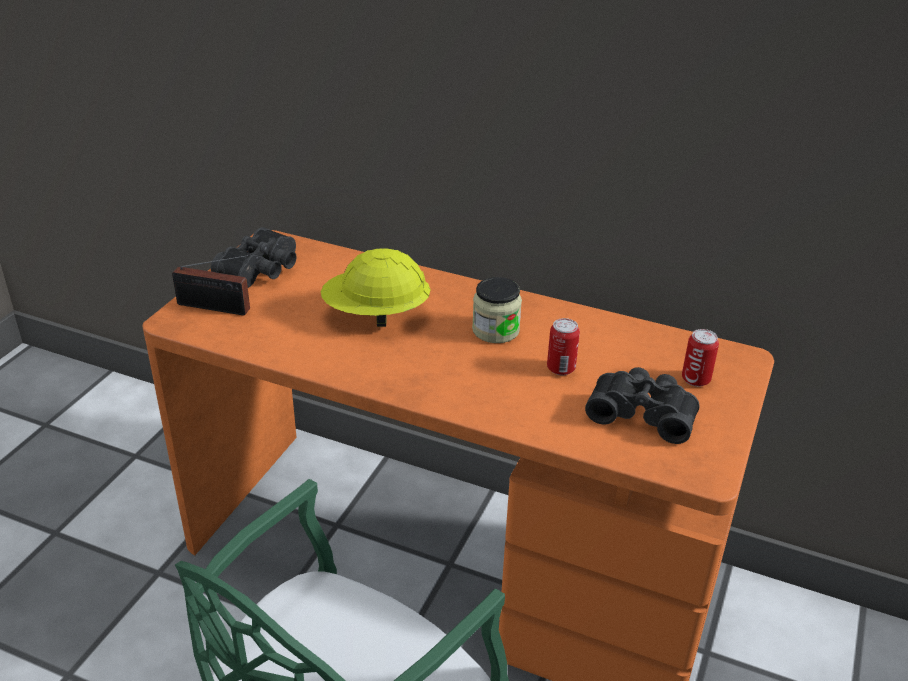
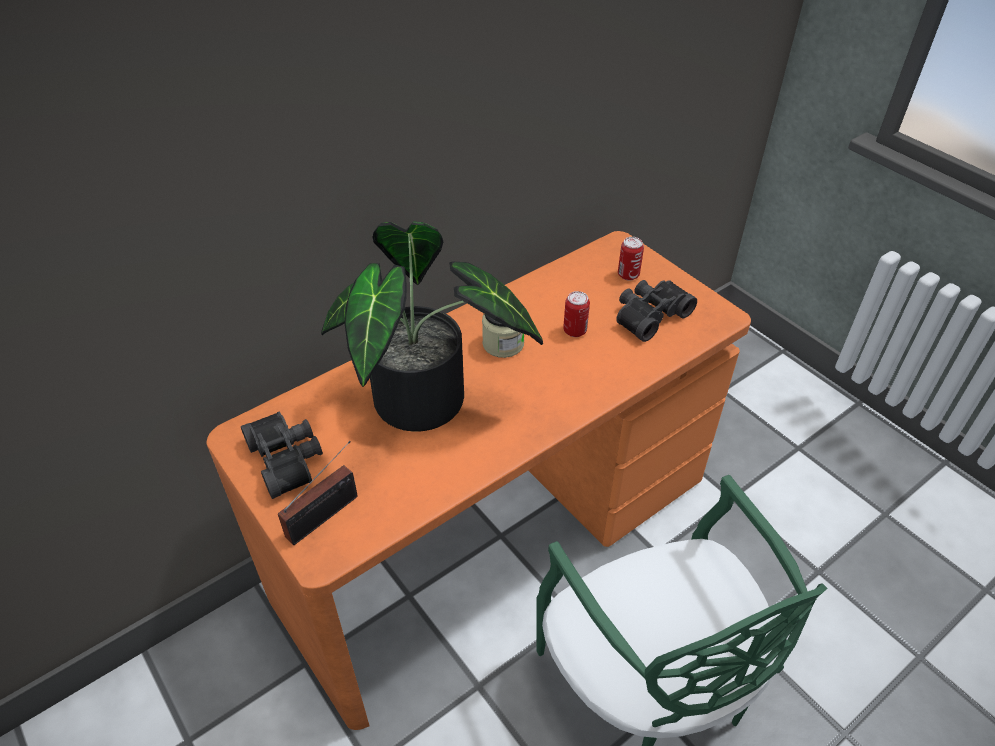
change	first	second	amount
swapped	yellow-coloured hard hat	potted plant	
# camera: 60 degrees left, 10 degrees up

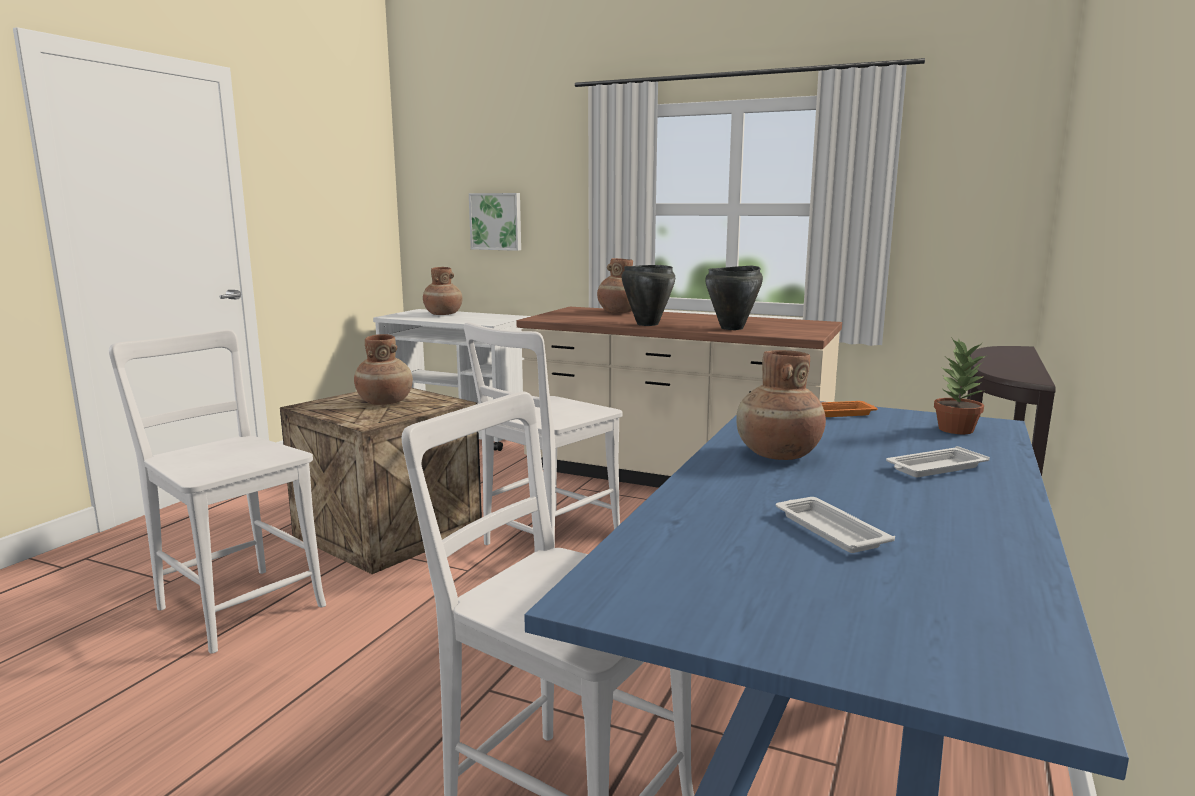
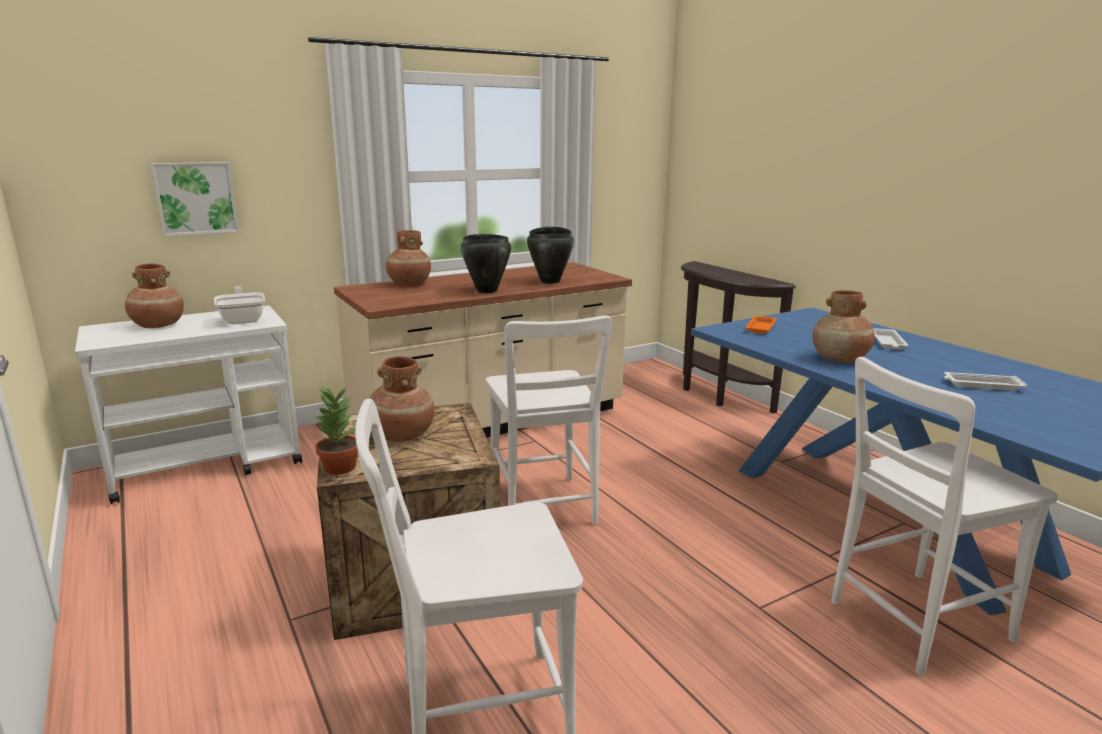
change	first	second	amount
new		skillet	
shifted	potted plant		
# camera: 55 degrees left, 5 degrees up

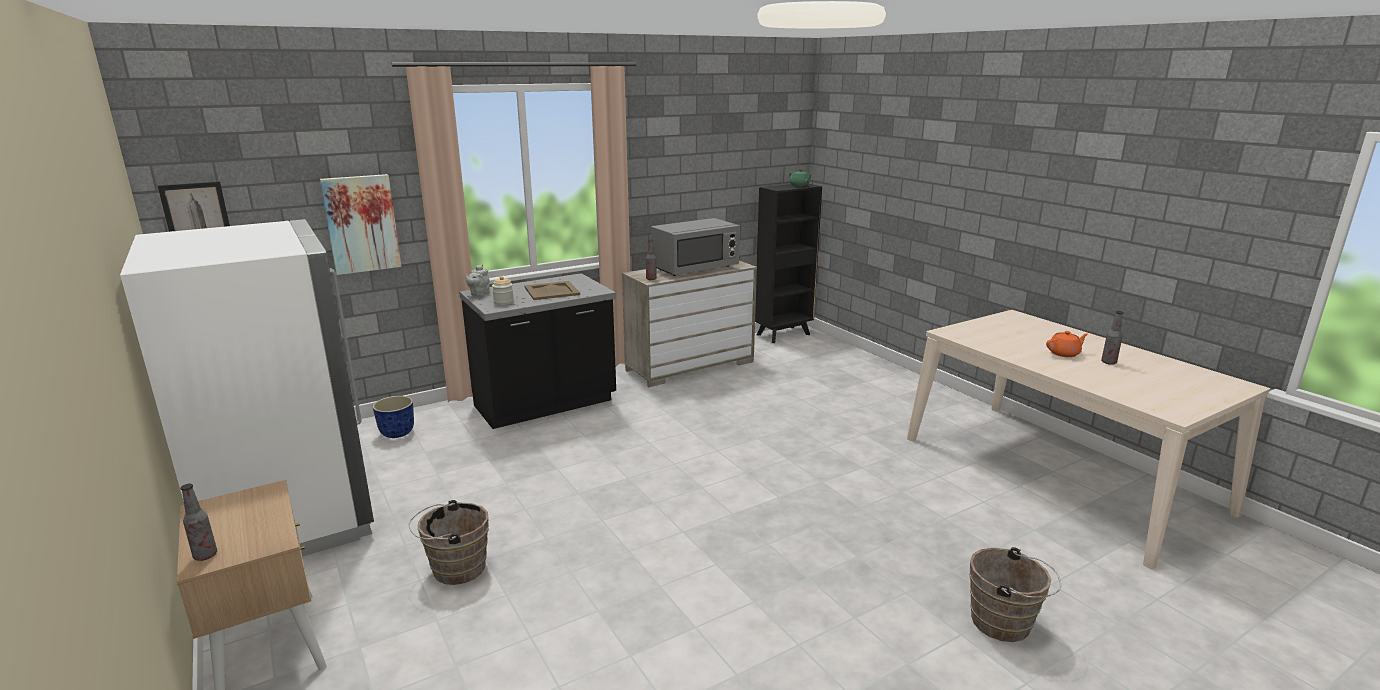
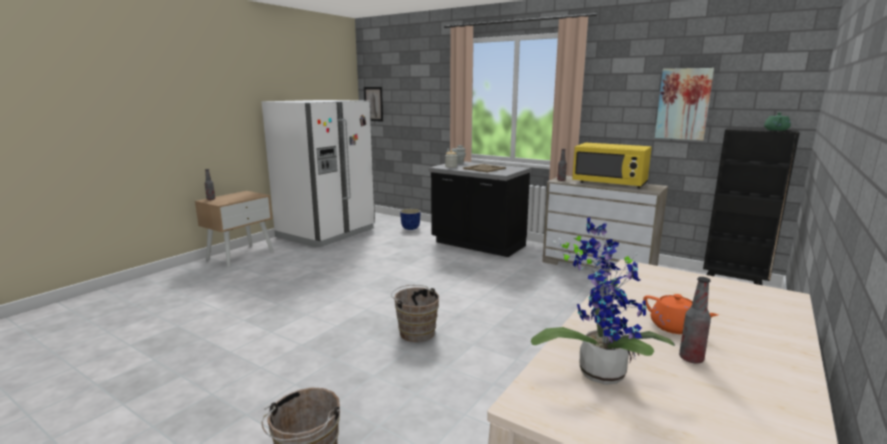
change	first	second	amount
shifted	brown water bucket (no. 1 from left in the first image)	brown water bucket (no. 2 from left)	
new		potted plant	
repainted	greyish microwave	yellow-coloured microwave	
shifted	wall art (no. 2 from left)		
# camera: 65 degrees right, 5 degrees down

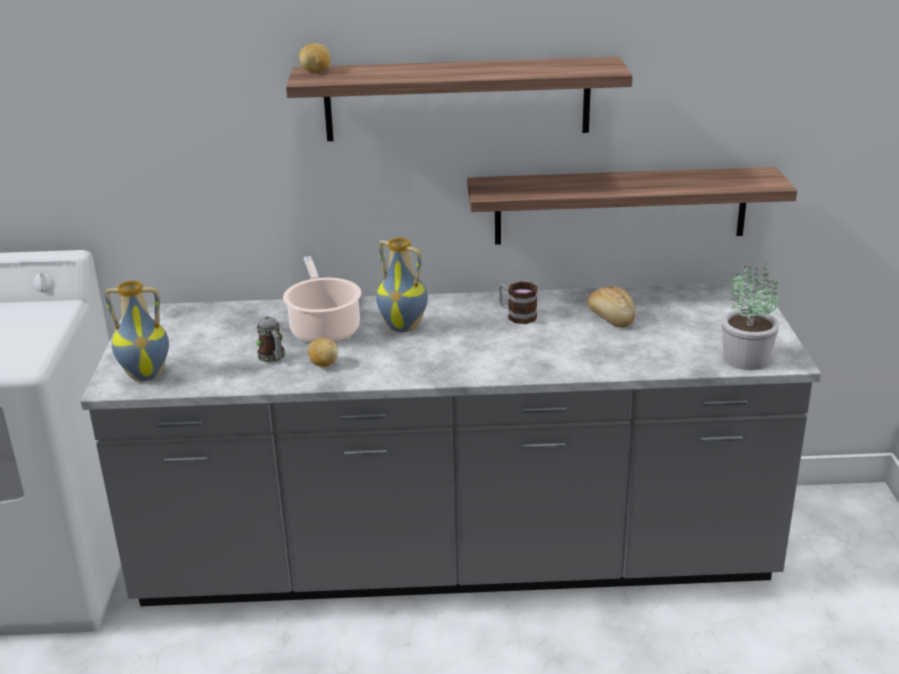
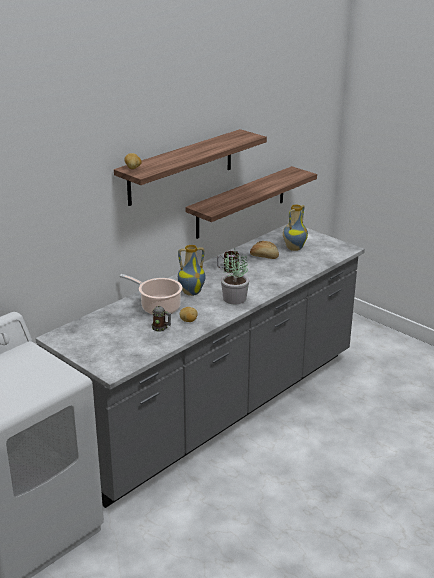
change	first	second	amount
shifted	potted plant		
shifted	flower vase (no. 1 from left in the first image)	flower vase (no. 2 from left)	
# camera: 45 degrees left, 0 degrees up

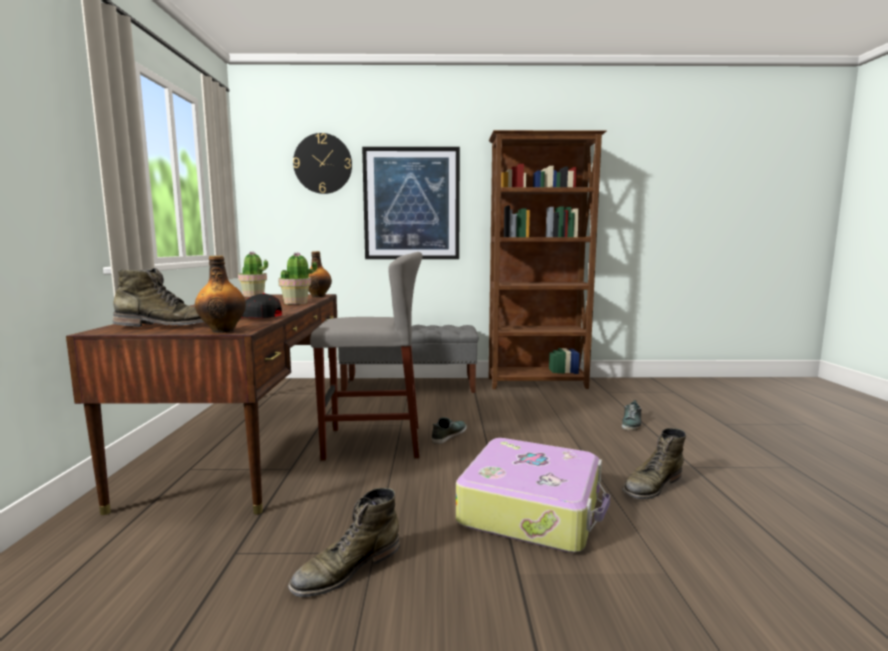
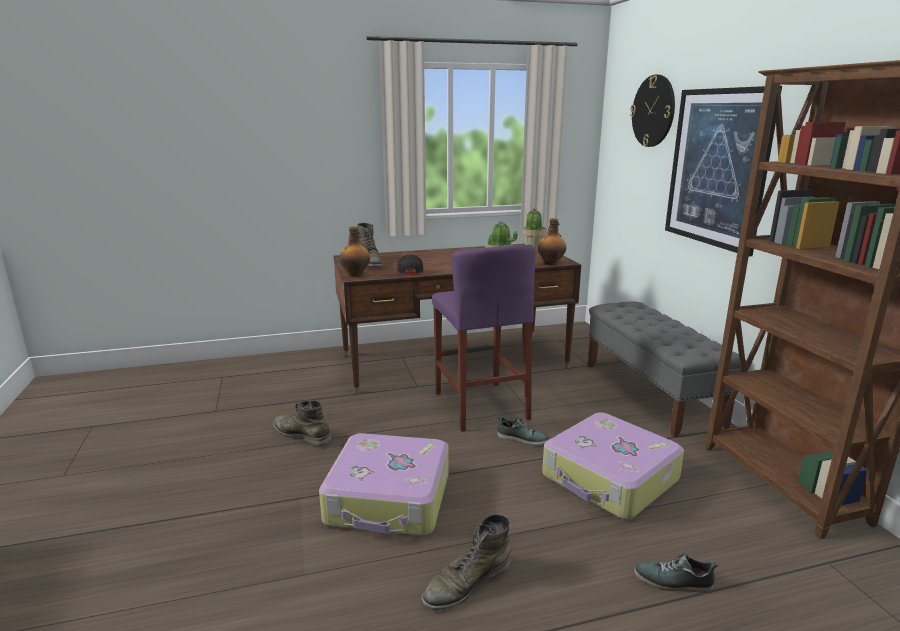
change	first	second	amount
rotated	green-coloured high-top boot (no. 3 from left)		75 degrees counterclockwise
repainted	greyish stool	purplish stool	
new		suitcase (no. 2 from left)	
# camera: 75 degrees right, 10 degrees up

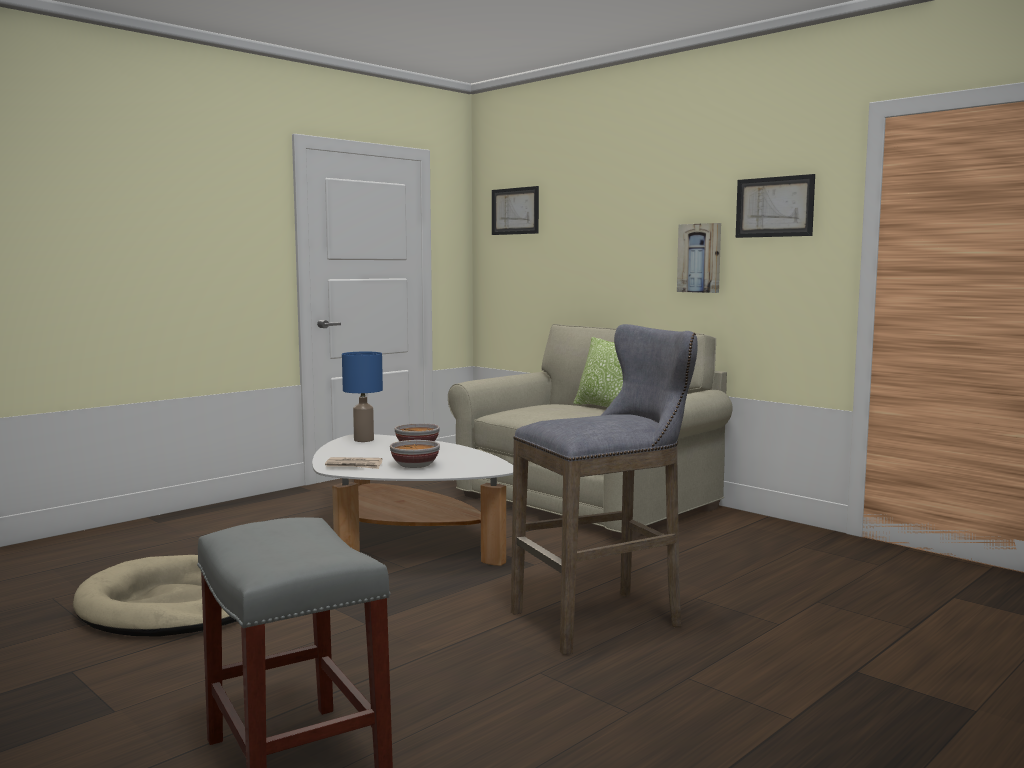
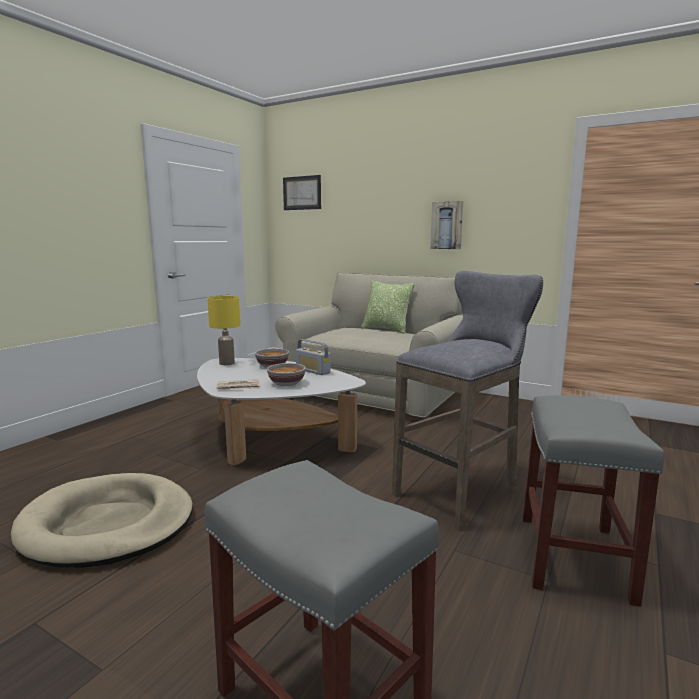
change	first	second	amount
repainted	bluish tabletop lamp	yellow-coloured tabletop lamp	
new		radio set	
new		greyish stool (no. 3 from left)	
gone	wall art (no. 3 from left)		
# camera: 15 degrees left, 5 degrees up

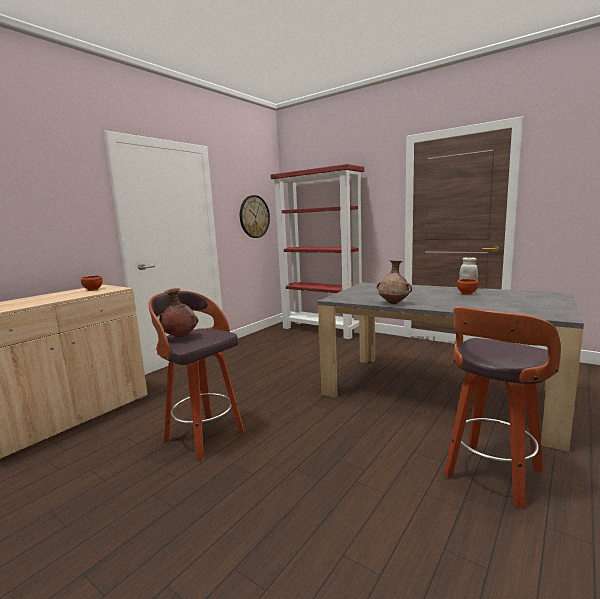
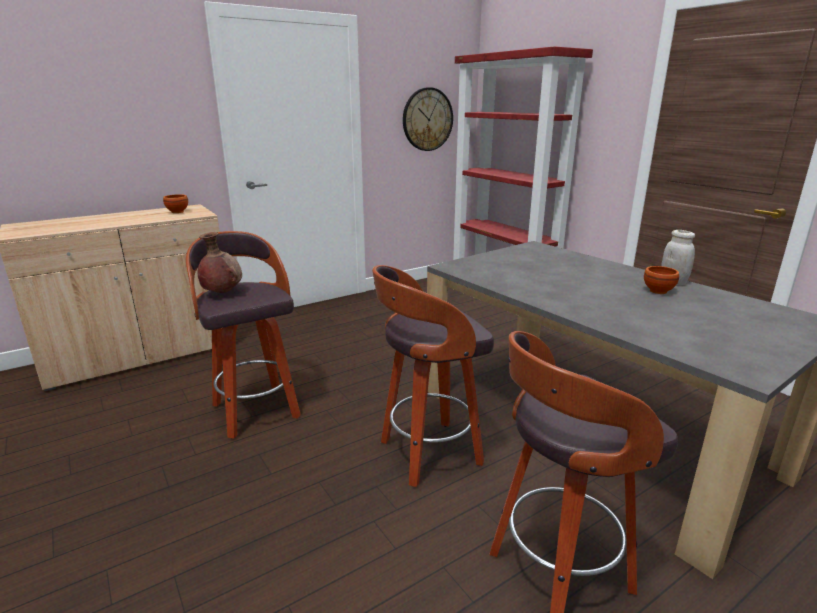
change	first	second	amount
new		stool (no. 2 from left)	
gone	brown flower vase (no. 2 from left)		
# camera: 20 degrees right, 10 degrees up

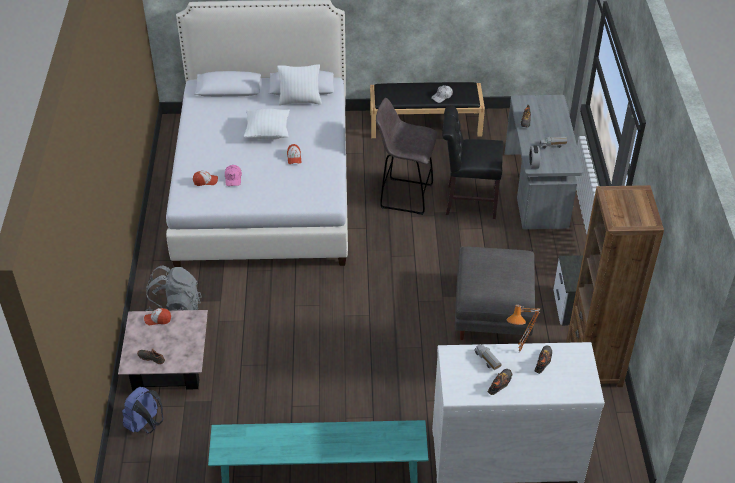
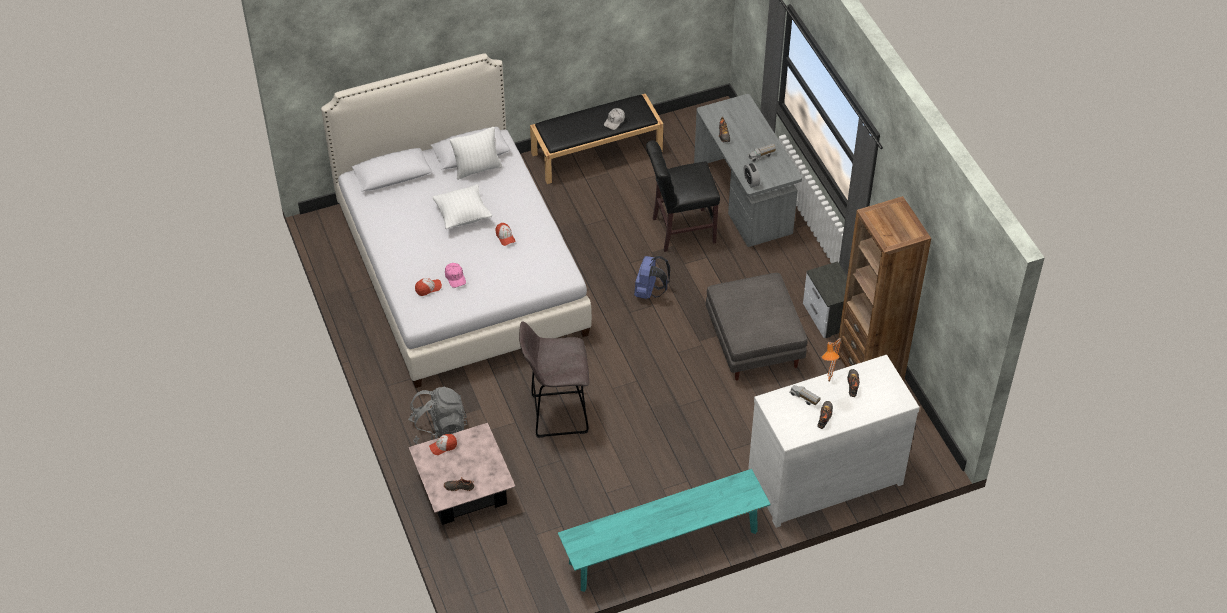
change	first	second	amount
shifted	greyish stool		
shifted	bluish backpack		
# camera: 20 degrees left, 5 degrees up

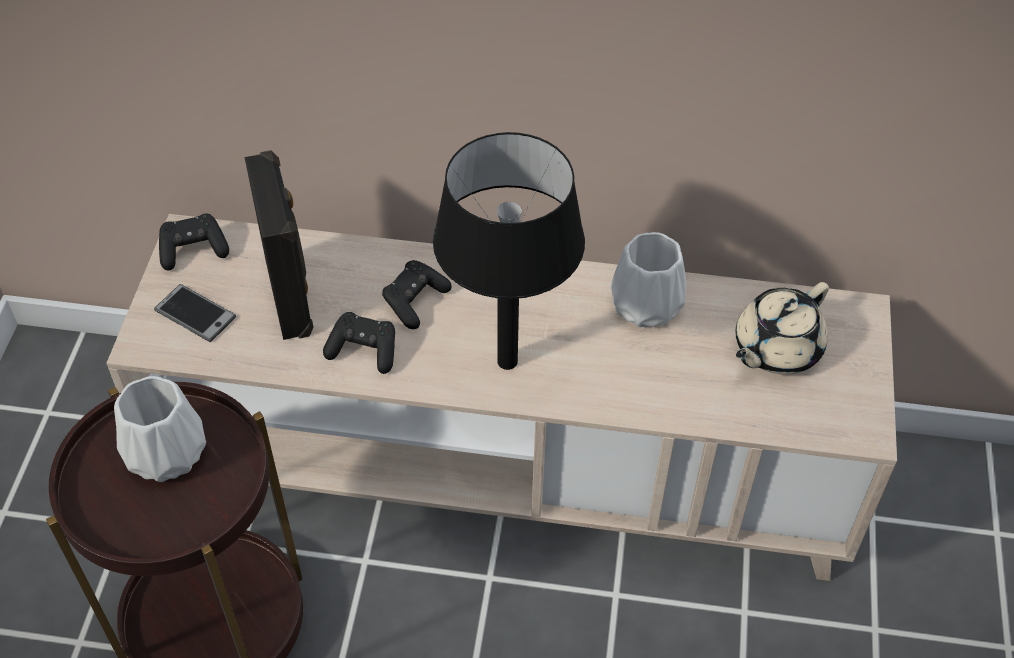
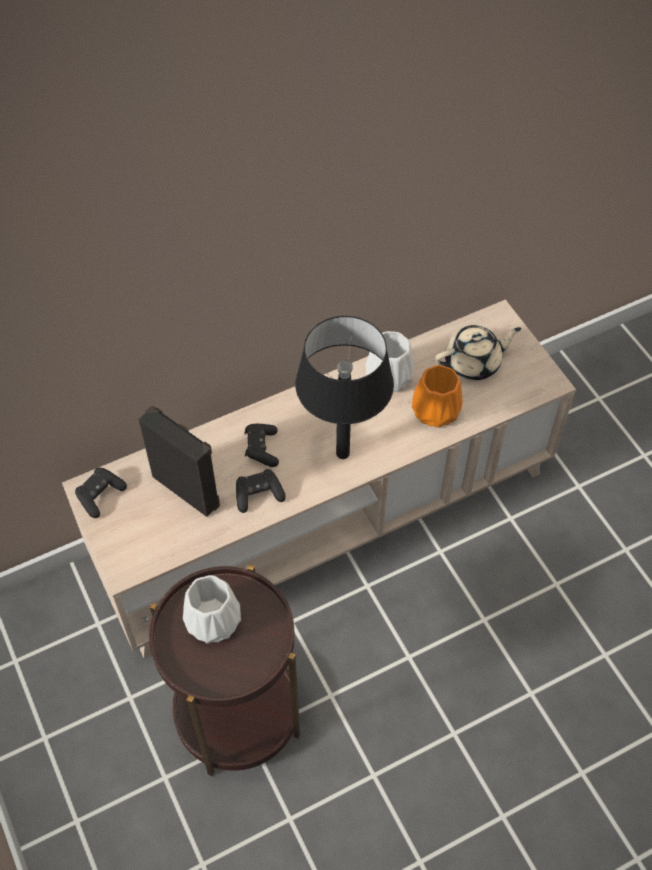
change	first	second	amount
new		orange flower vase	
rotated	beige-coloured teapot		120 degrees counterclockwise
gone	telephone		
# camera: 35 degrees left, 5 degrees up

